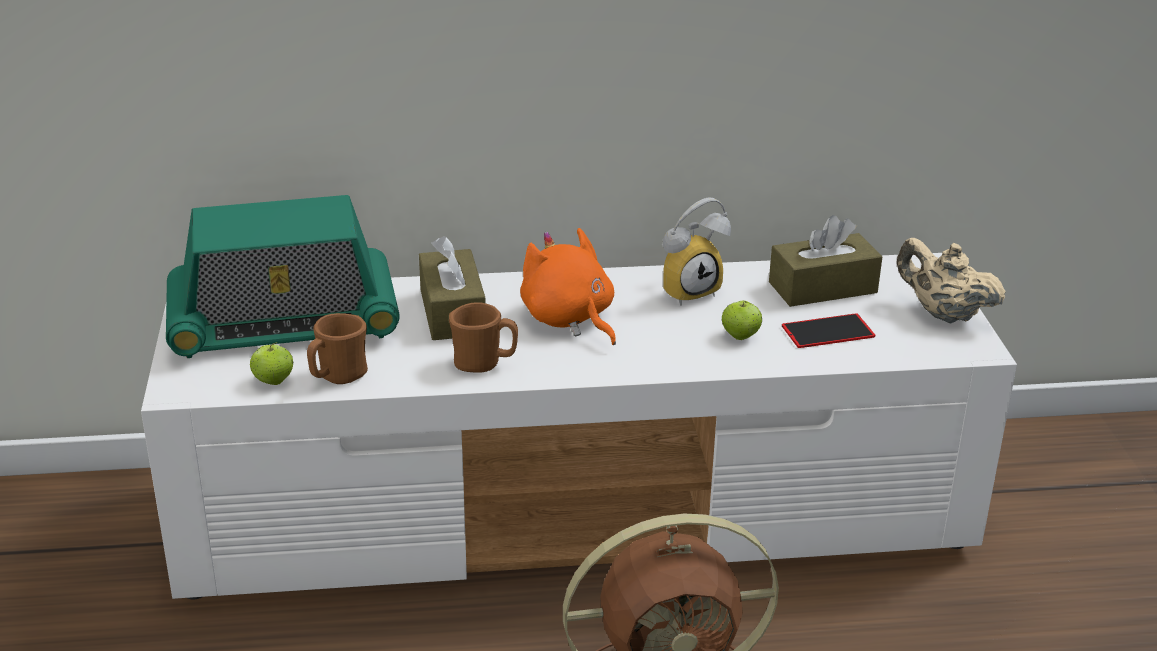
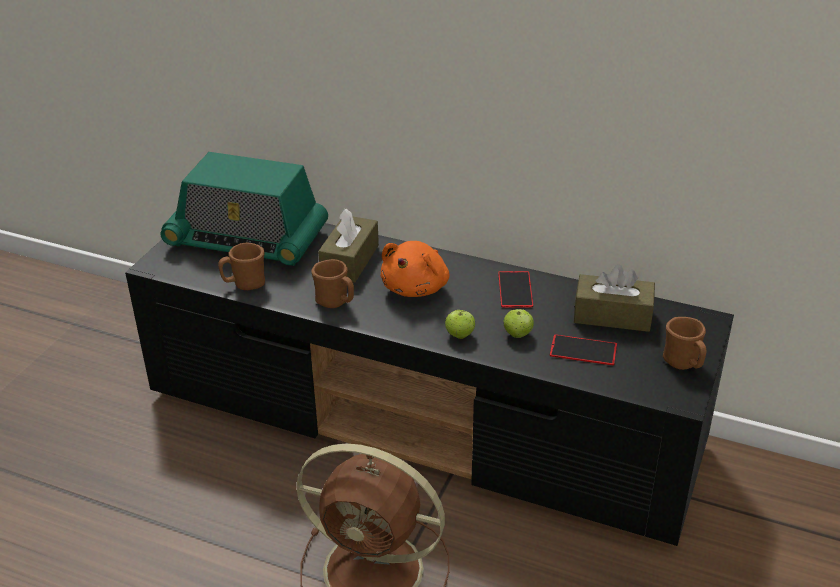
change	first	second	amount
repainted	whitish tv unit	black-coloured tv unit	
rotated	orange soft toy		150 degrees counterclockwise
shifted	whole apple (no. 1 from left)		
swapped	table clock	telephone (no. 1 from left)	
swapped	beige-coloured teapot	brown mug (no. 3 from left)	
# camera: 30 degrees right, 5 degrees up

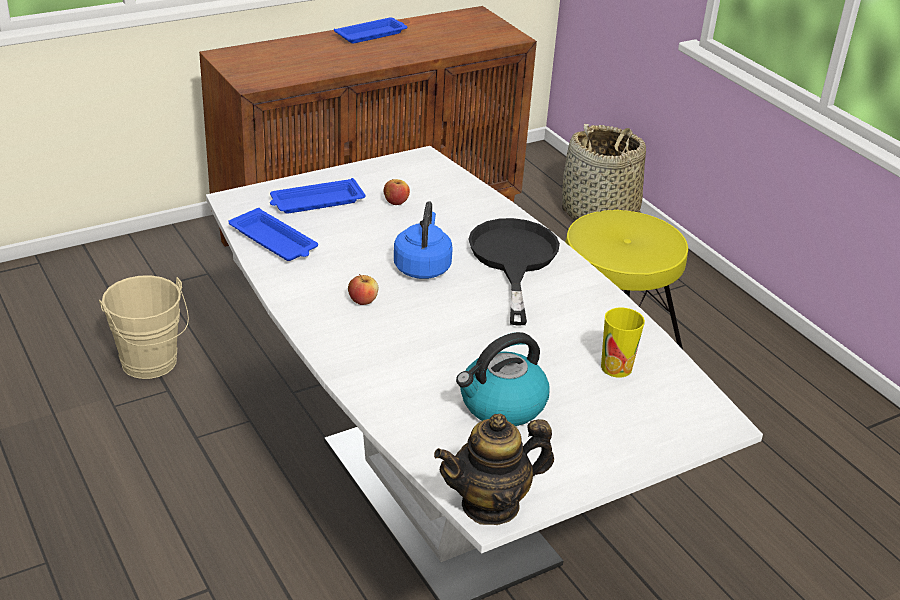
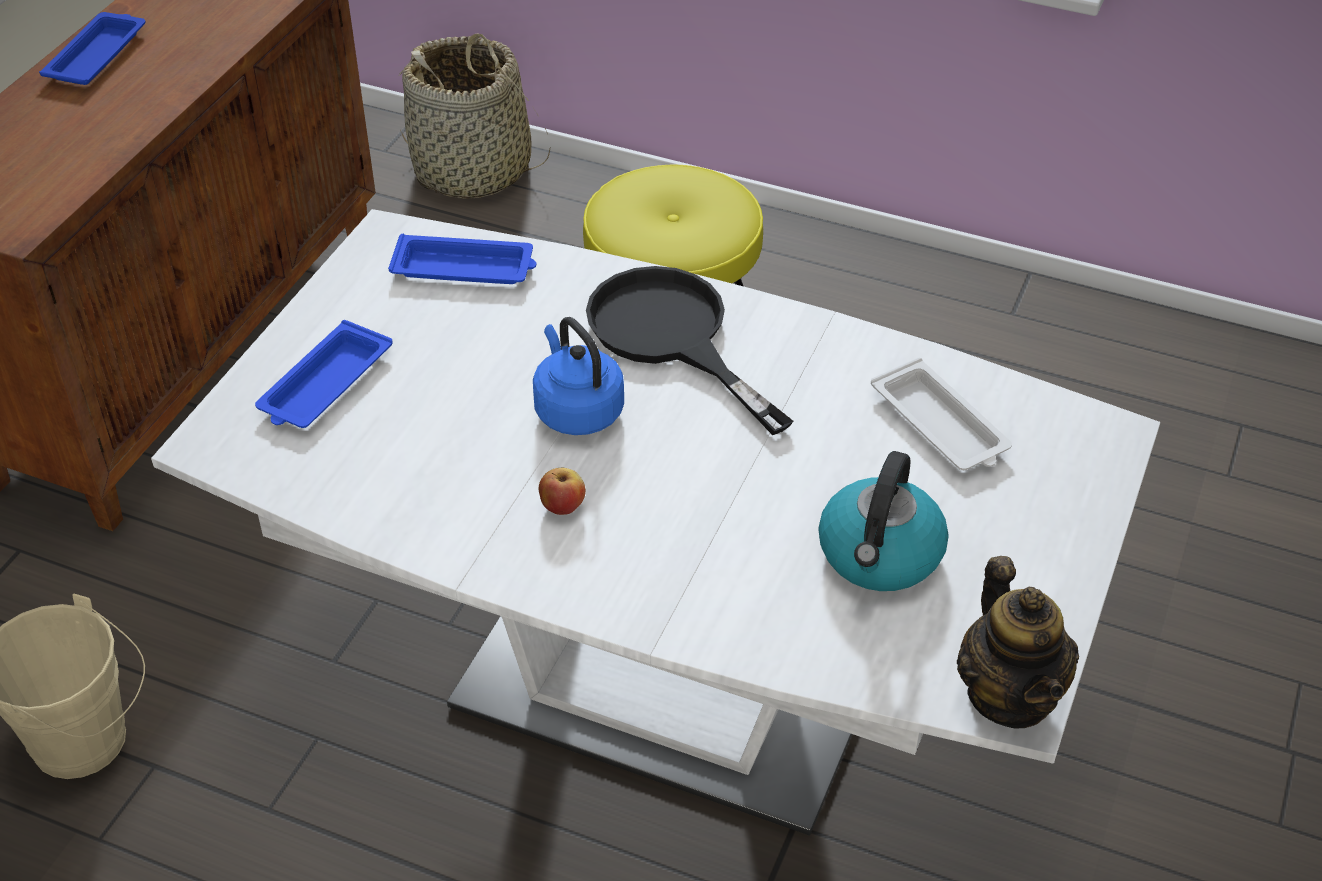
change	first	second	amount
shifted	bluish tray (no. 1 from left in the first image)	bluish tray (no. 3 from left)	
swapped	small cup	whitish tray	
rotated	teapot		45 degrees counterclockwise
gone	whole apple (no. 2 from left)		
# camera: 35 degrees left, 10 degrees up

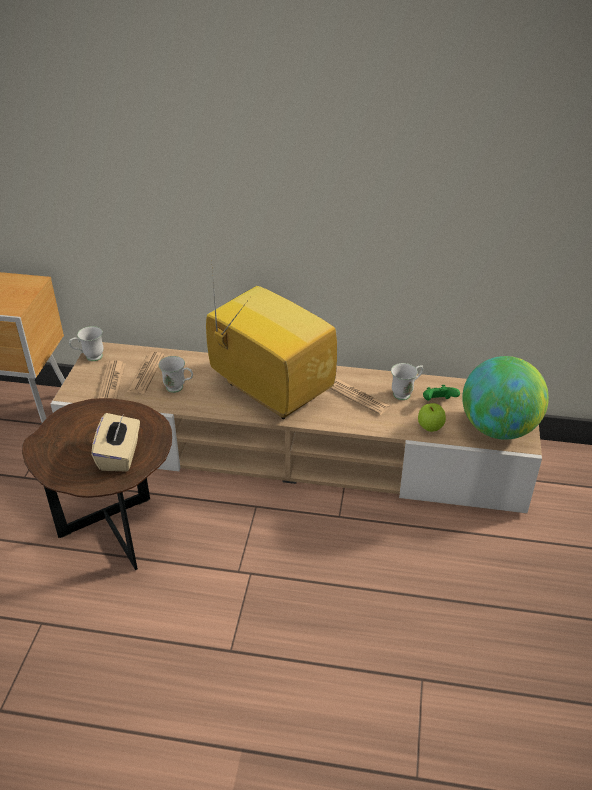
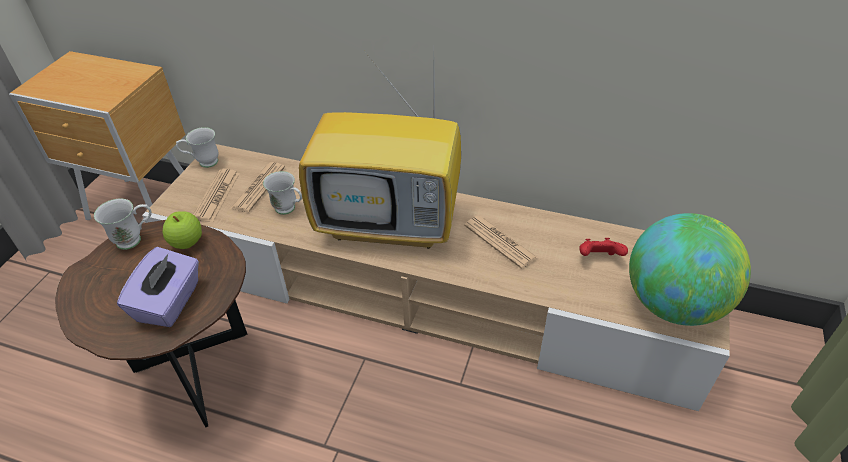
change	first	second	amount
shifted	whitish mug (no. 3 from left in the first image)	whitish mug (no. 1 from left)	
repainted	beige-coloured tissue holder	purplish tissue holder	
shifted	whole apple		
rotated	TV		135 degrees clockwise
repainted	green-coloured gamepad	reddish gamepad	
# camera: 10 degrees right, 5 degrees up

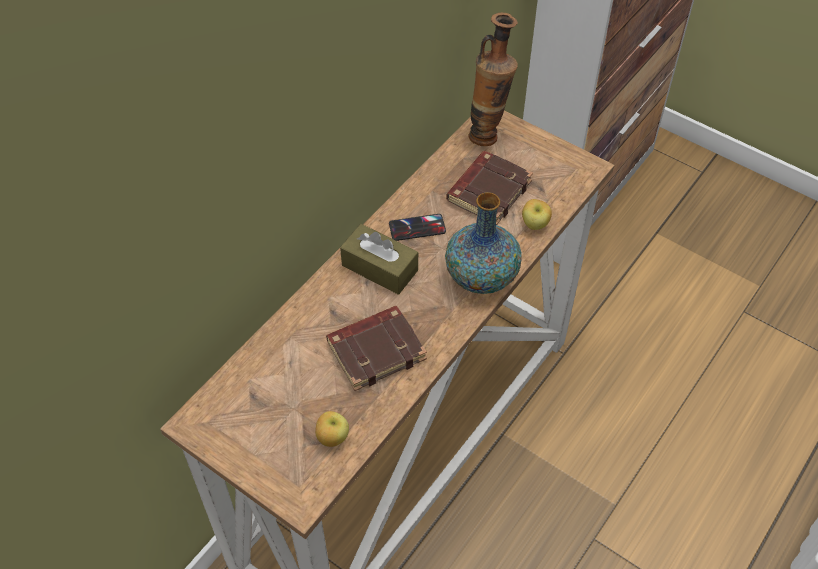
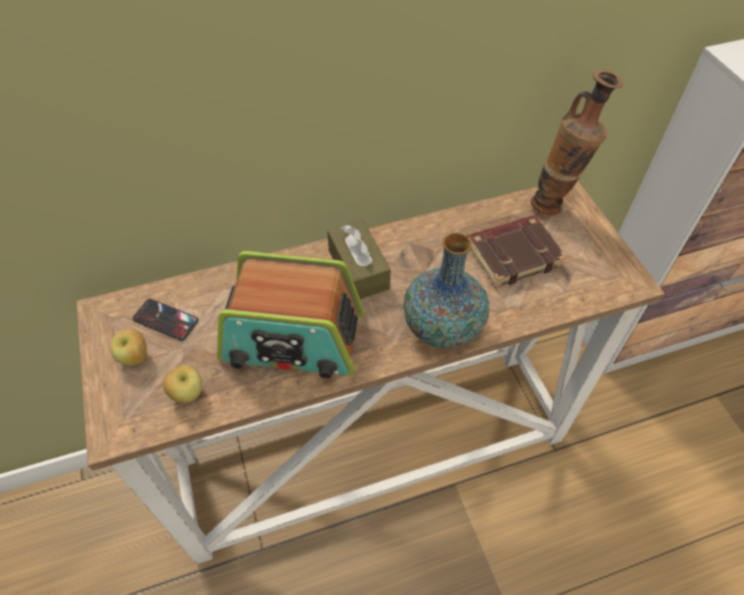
change	first	second	amount
shifted	whole apple (no. 2 from left in the first image)	whole apple (no. 1 from left)	
shifted	telephone		
swapped	brown volume (no. 1 from left)	radio set	
# camera: 35 degrees right, 0 degrees up

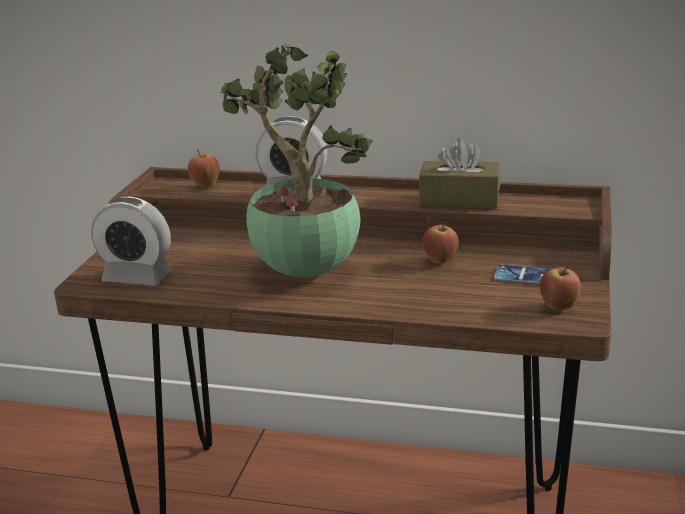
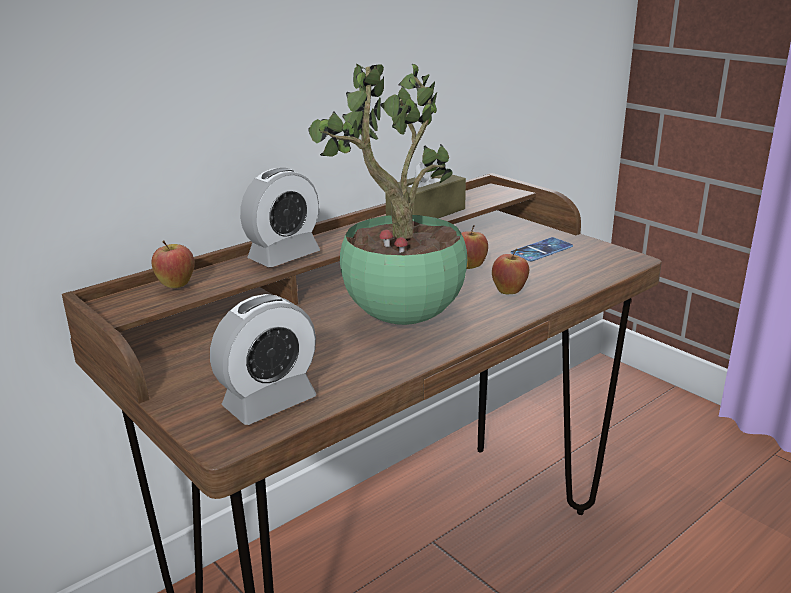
change	first	second	amount
shifted	whole apple (no. 3 from left)		
# camera: 55 degrees left, 0 degrees up

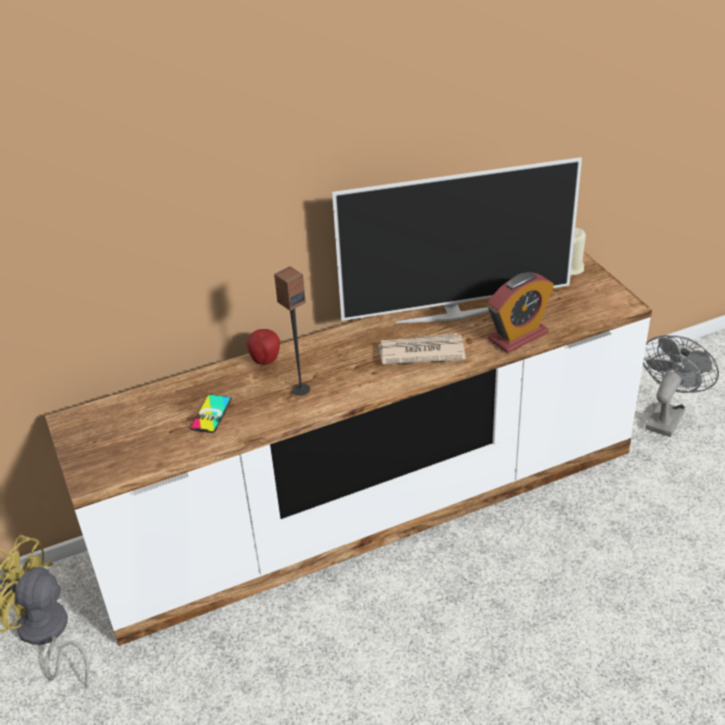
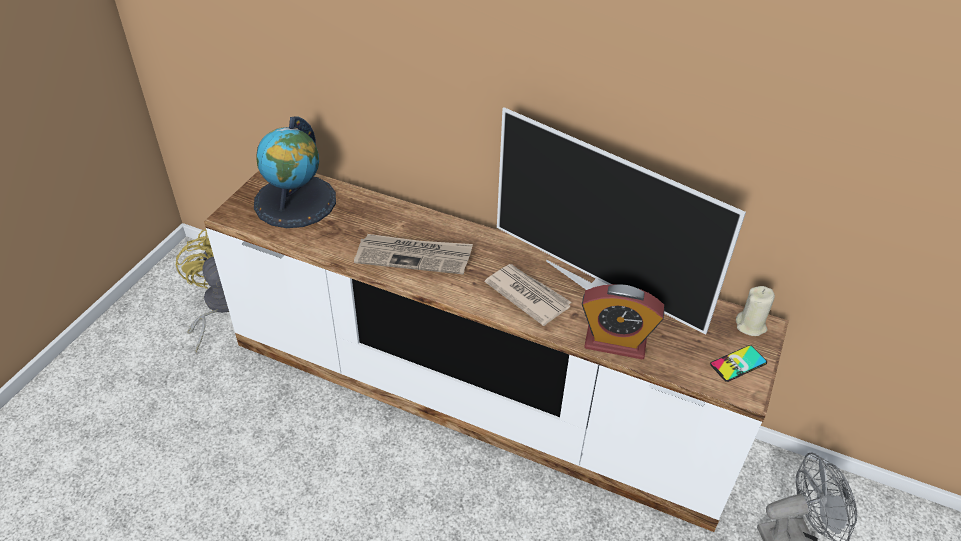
change	first	second	amount
new		globe	
swapped	speaker	daily paper (no. 1 from left)	
shifted	telephone		
gone	whole apple		
# camera: 45 degrees right, 5 degrees up

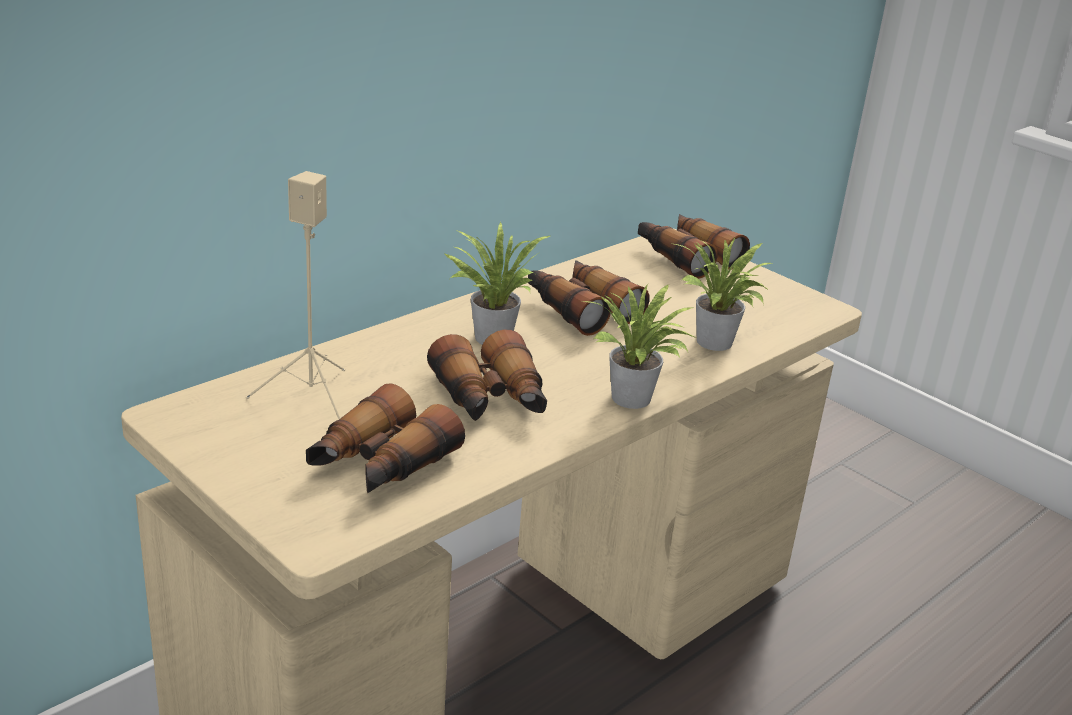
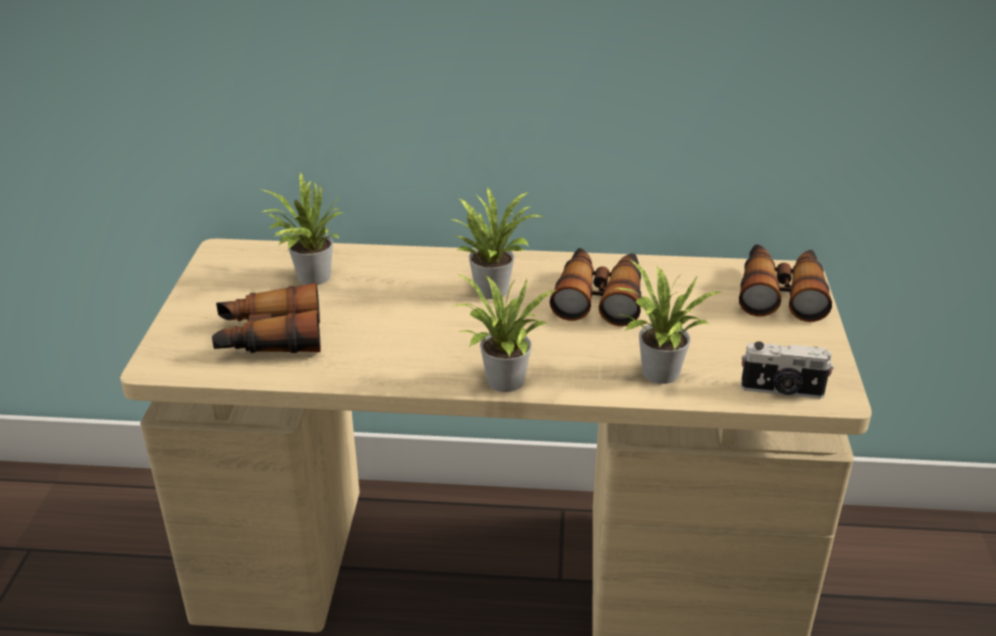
change	first	second	amount
swapped	beige-coloured speaker	potted plant (no. 1 from left)	
new		photo camera	
gone	binoculars (no. 2 from left)		
# camera: 50 degrees right, 5 degrees up

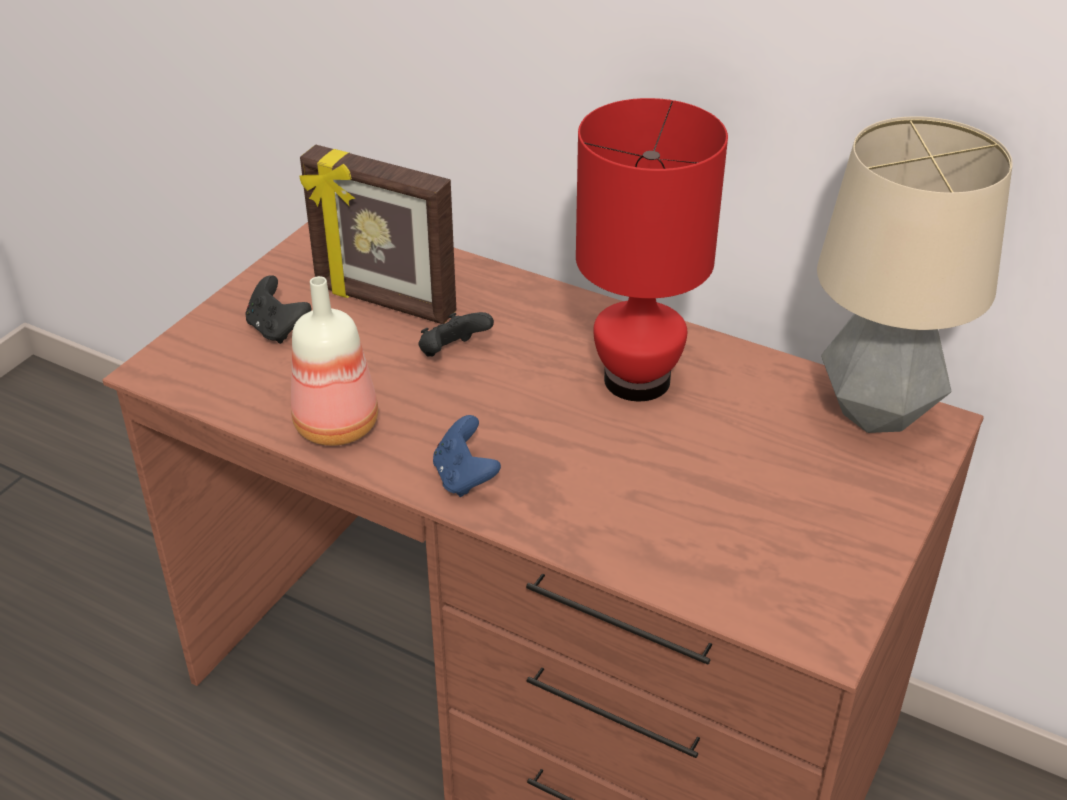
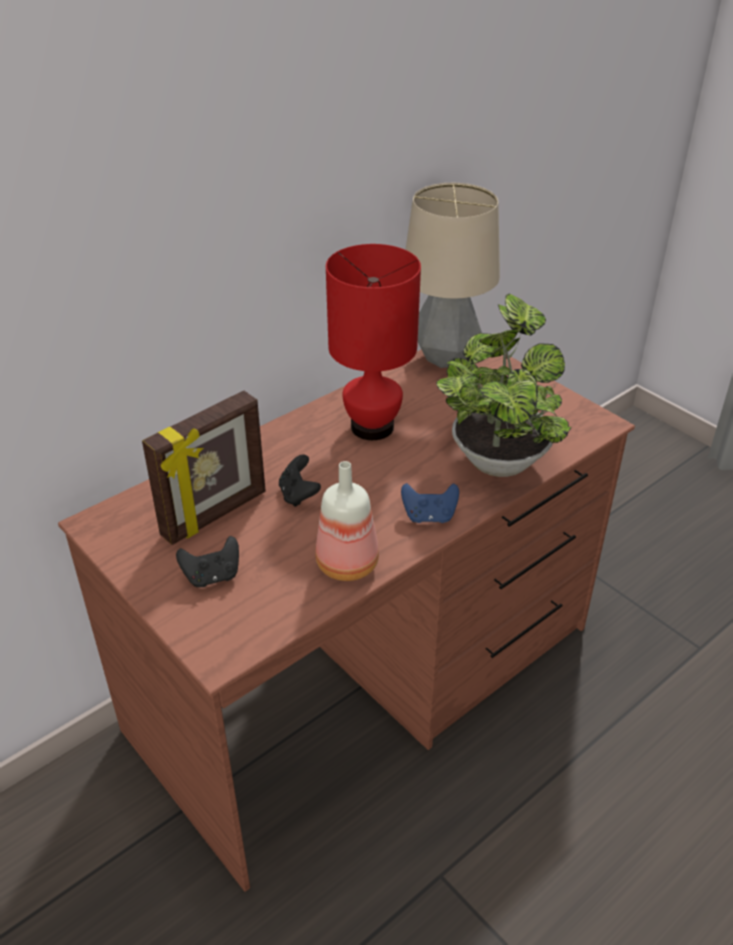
change	first	second	amount
new		potted plant	
# camera: 70 degrees left, 0 degrees up

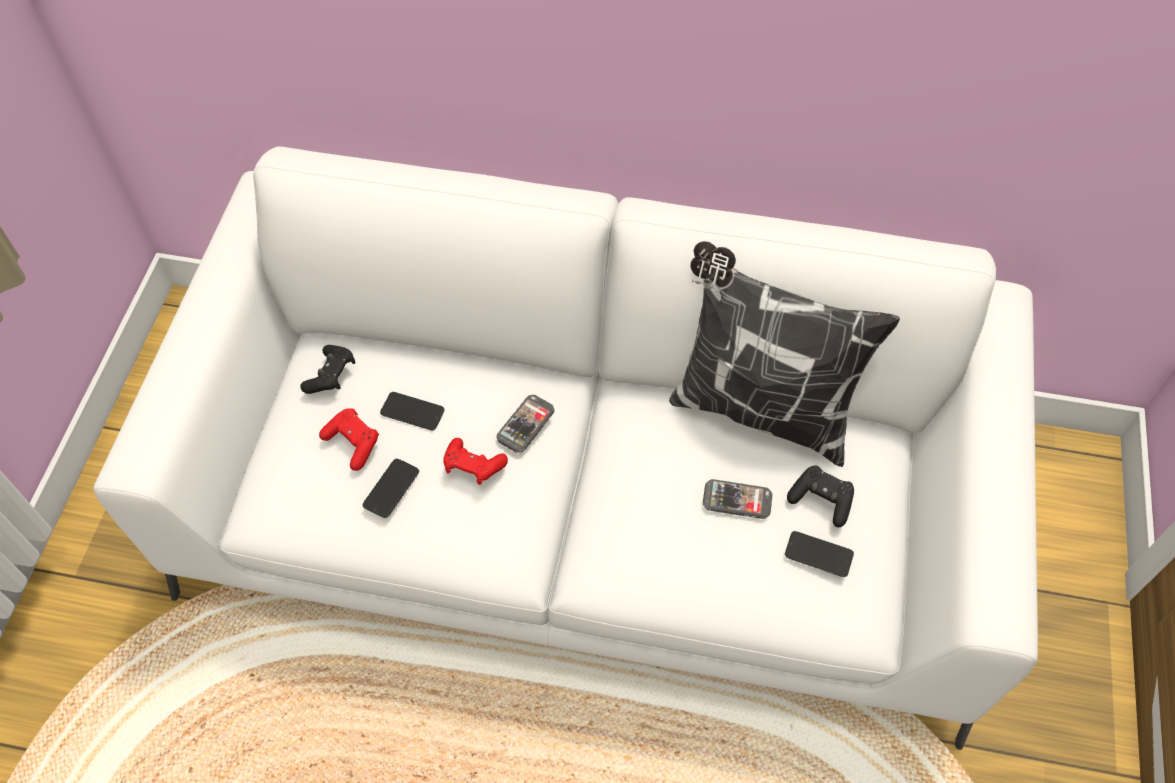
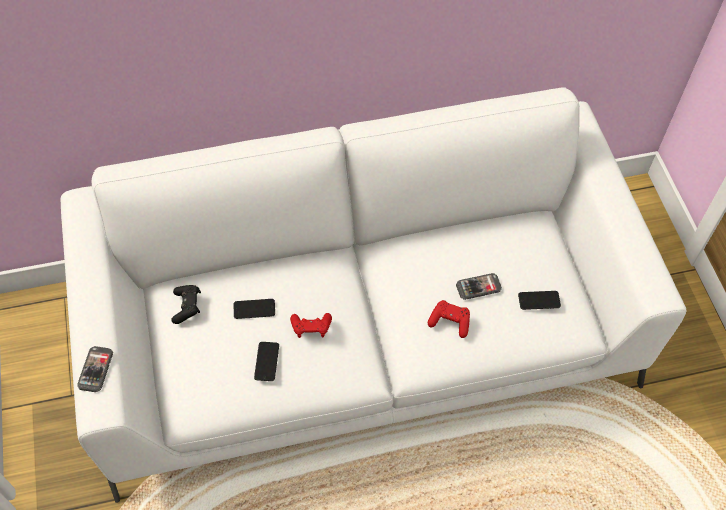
change	first	second	amount
shifted	telephone (no. 3 from left in the first image)	telephone (no. 1 from left)	
shifted	reddish gamepad (no. 1 from left in the first image)	reddish gamepad (no. 2 from left)	
gone	pillow		
gone	black-coloured gamepad (no. 2 from left)		
# camera: 25 degrees left, 0 degrees up

